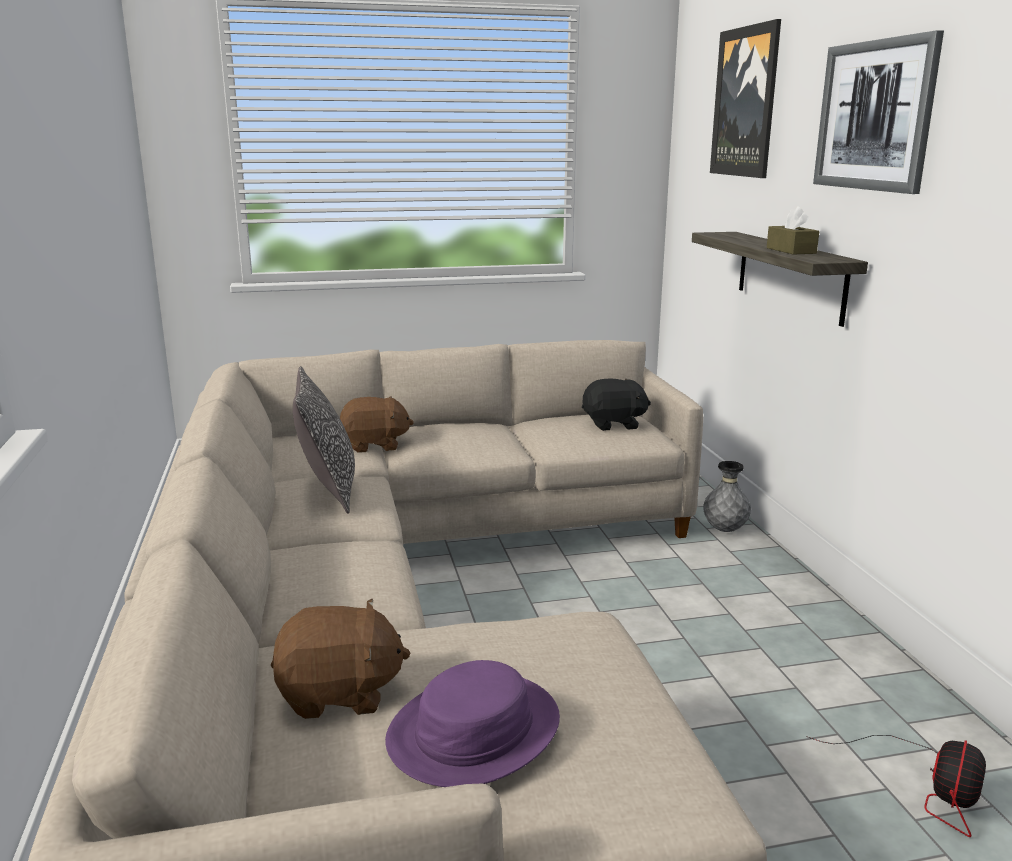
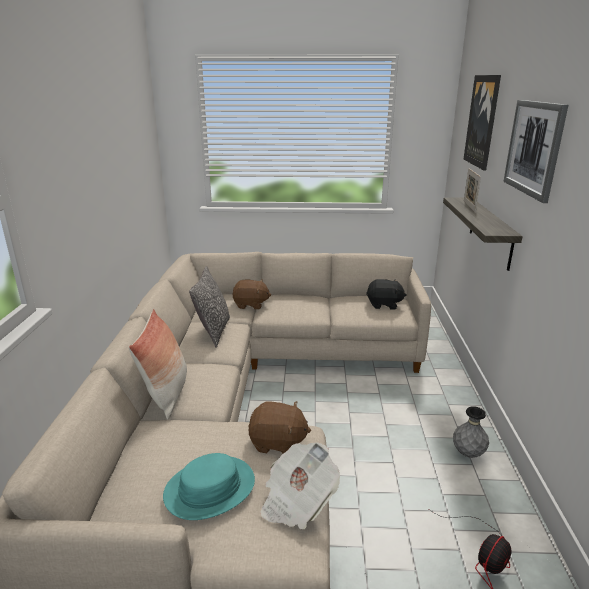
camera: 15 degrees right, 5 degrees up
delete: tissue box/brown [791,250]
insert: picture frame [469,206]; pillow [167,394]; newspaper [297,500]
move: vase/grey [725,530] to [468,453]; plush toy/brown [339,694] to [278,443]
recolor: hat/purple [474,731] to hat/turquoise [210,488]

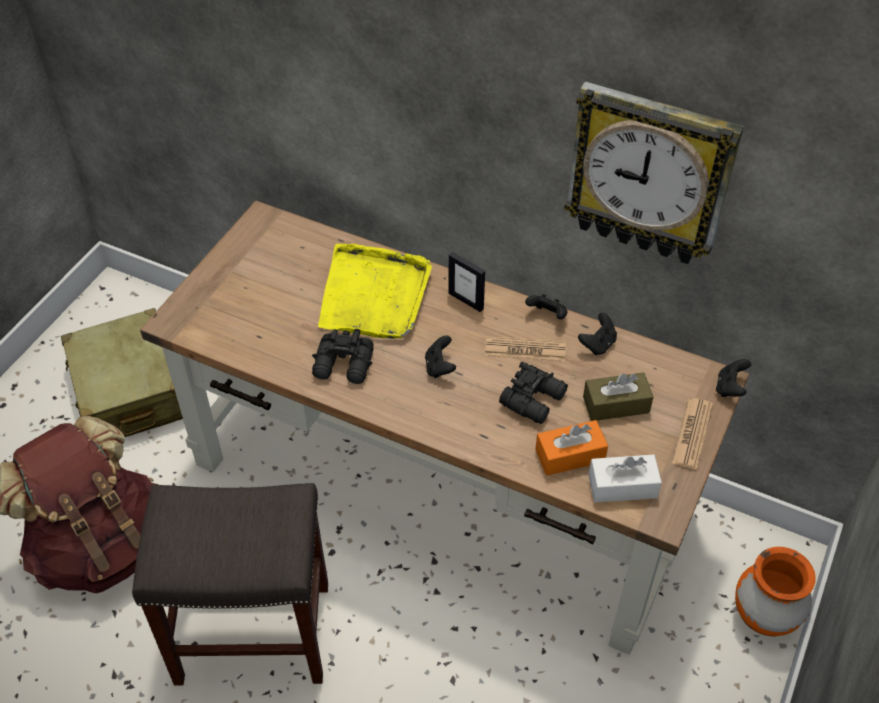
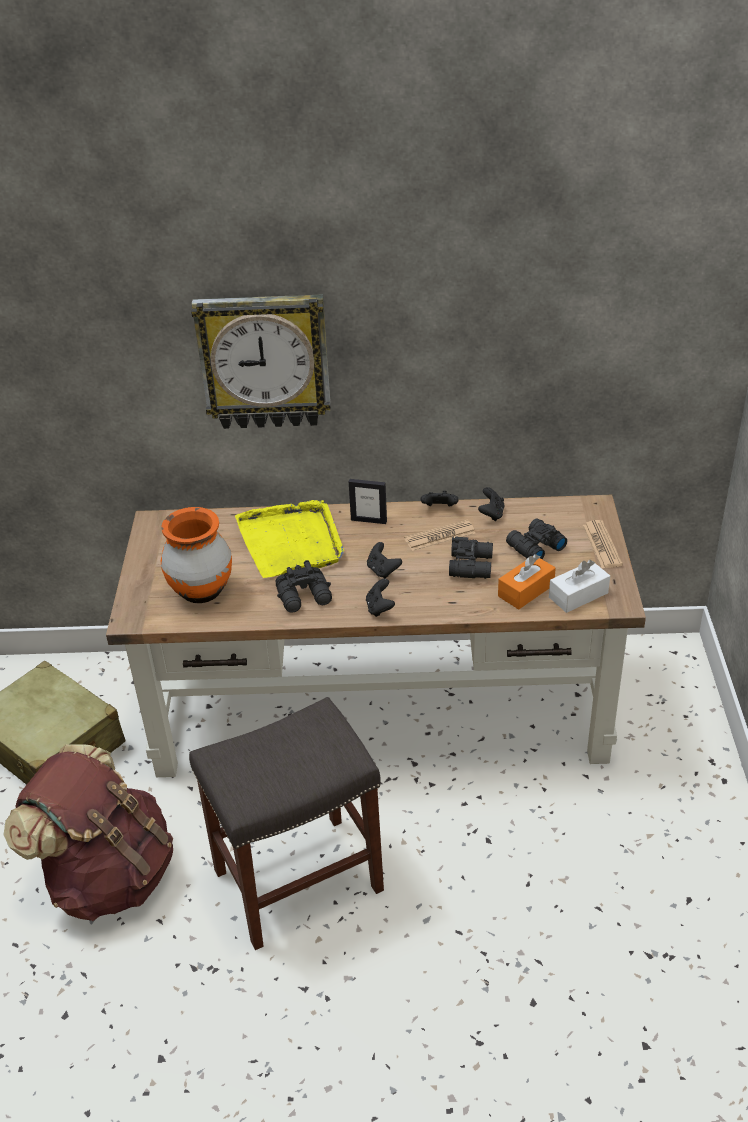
camera: 25 degrees left, 10 degrees down
move: wall clock [649,174] to [264,361]; game controller/black [730,388] to [379,608]; vase/orange [763,616] to [201,591]
replace: tissue box/brown [616,405] to binoculars/black [534,547]

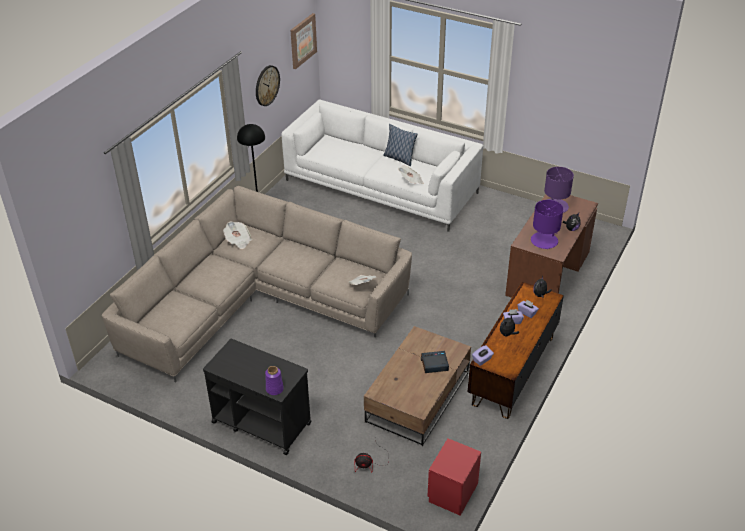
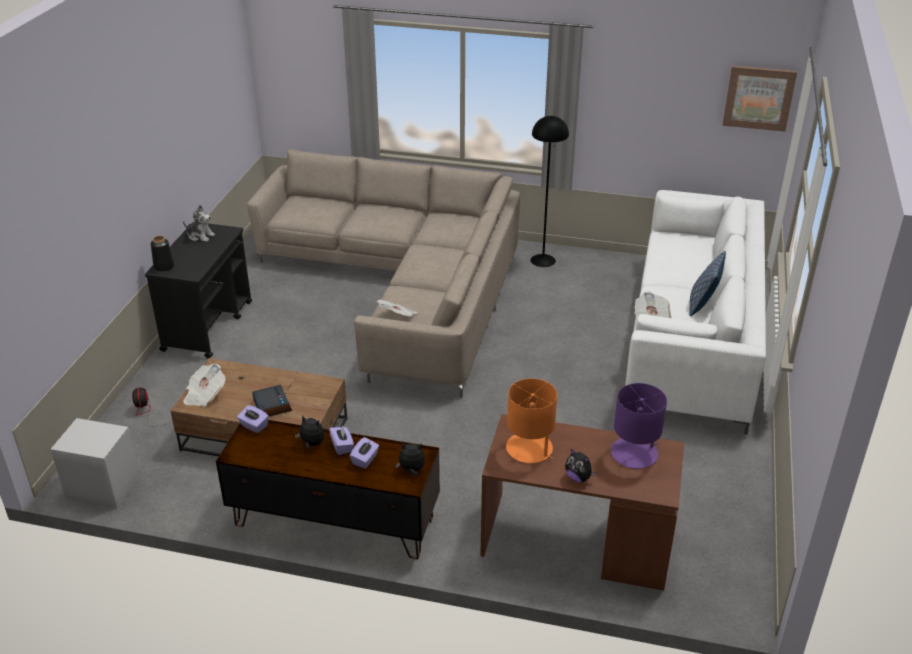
camera: 75 degrees right, 5 degrees down
delete: wall clock [267,85]
insert: plush toy [200,236]
move: newspaper [238,241] to [204,395]
recolor: table lamp/purple [544,241] to table lamp/orange [530,449]; vase/purple [274,389] to vase/black [164,266]; nightstand/red [453,492] to nightstand/grey [103,487]

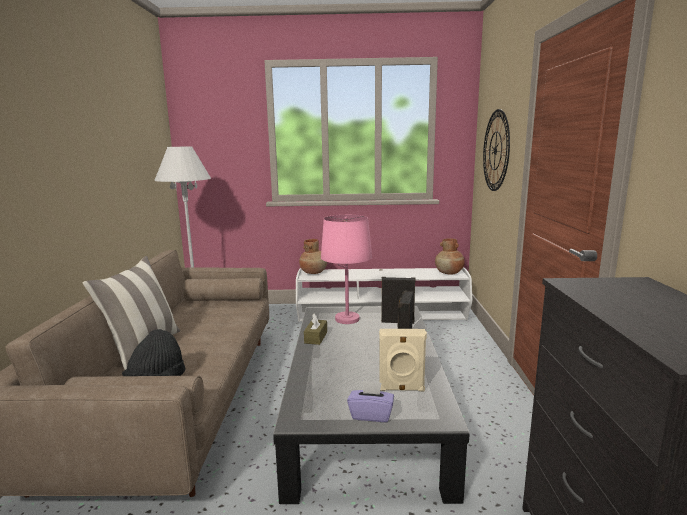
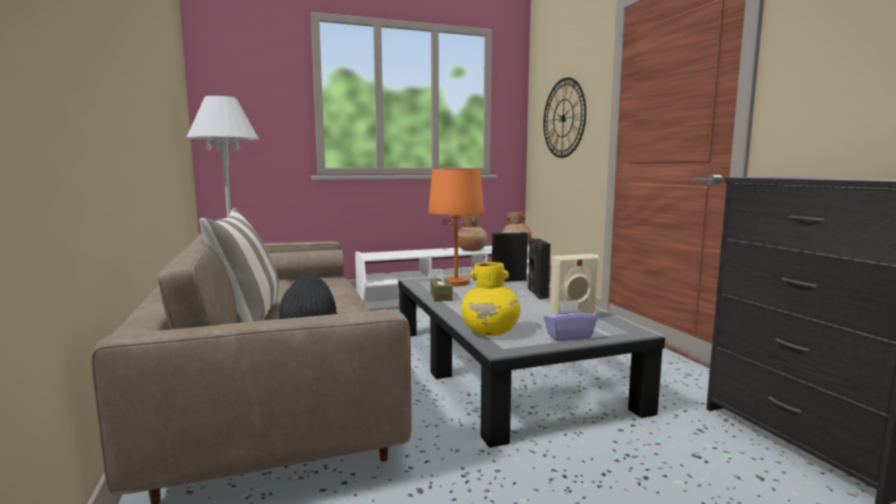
camera: 20 degrees left, 5 degrees down
insert: vase/yellow [490,332]
move: vase/brown [313,272] to [471,250]
recolor: table lamp/pink [347,319] to table lamp/orange [456,283]

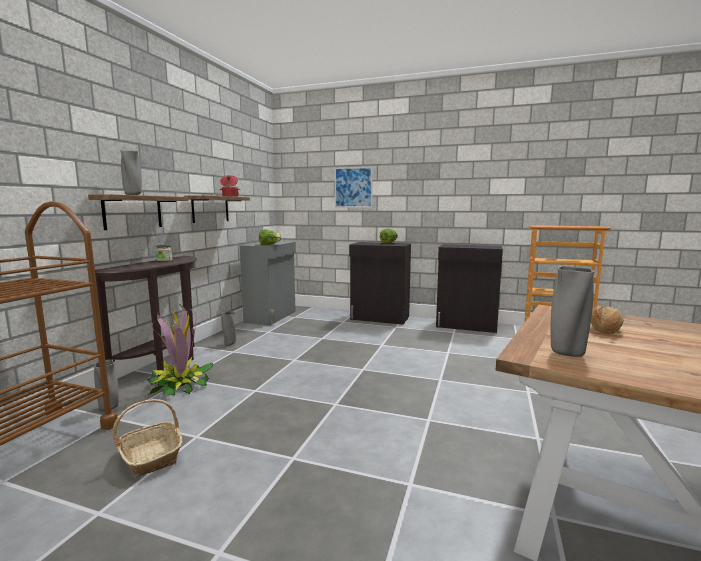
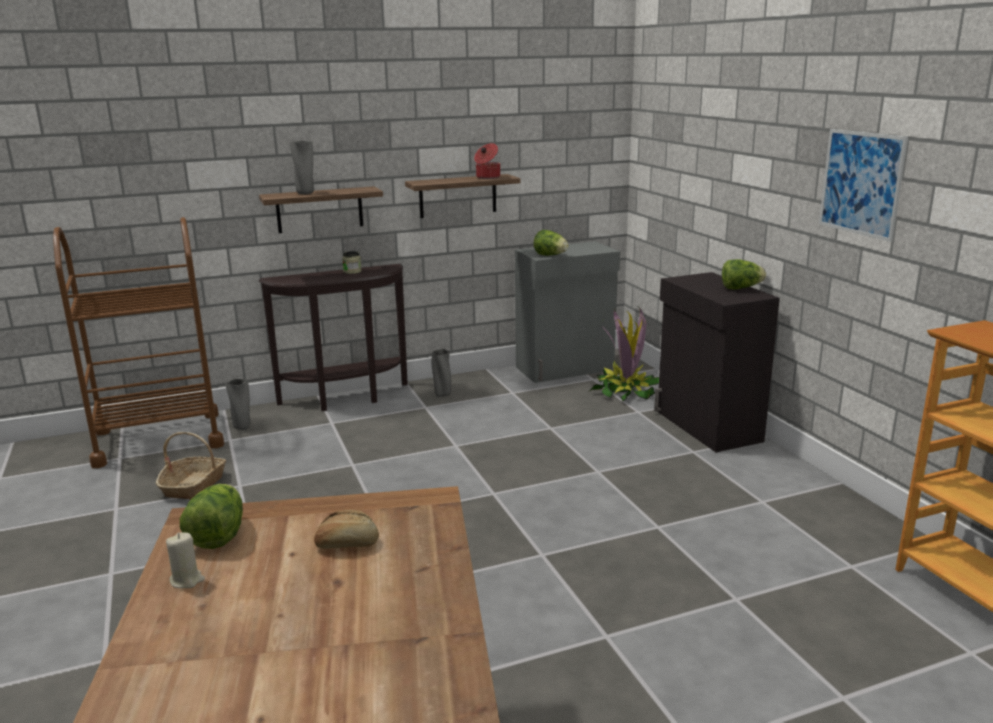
camera: 50 degrees right, 10 degrees up
delete: cabinet/black [466,326]
insert: candle/beige [187,580]
move: picture [353,187] to [861,183]; potted plant [180,385] to [625,391]
replace: vase/grey [566,353] to lettuce [218,535]

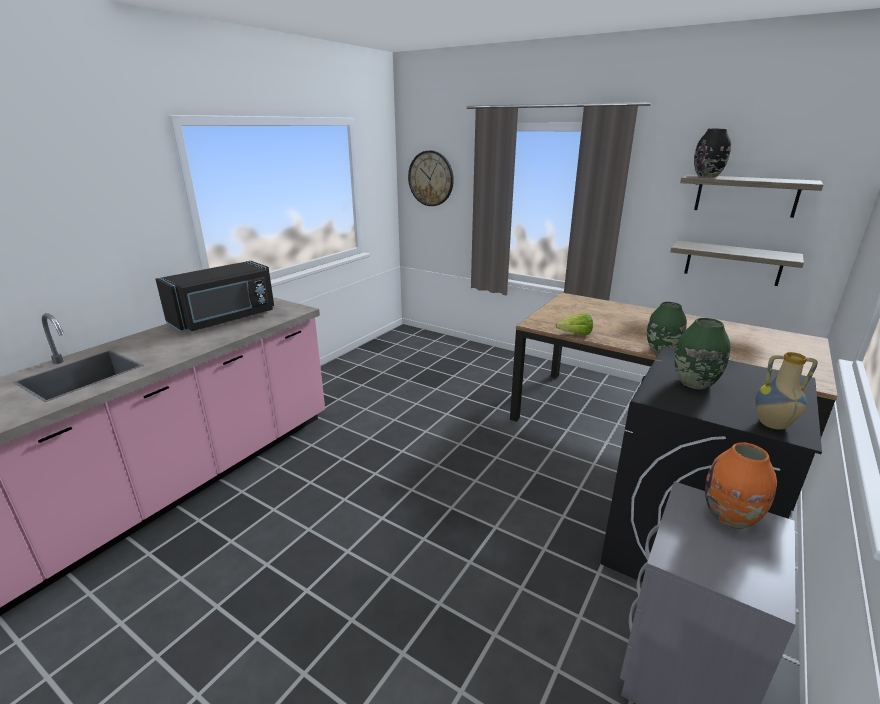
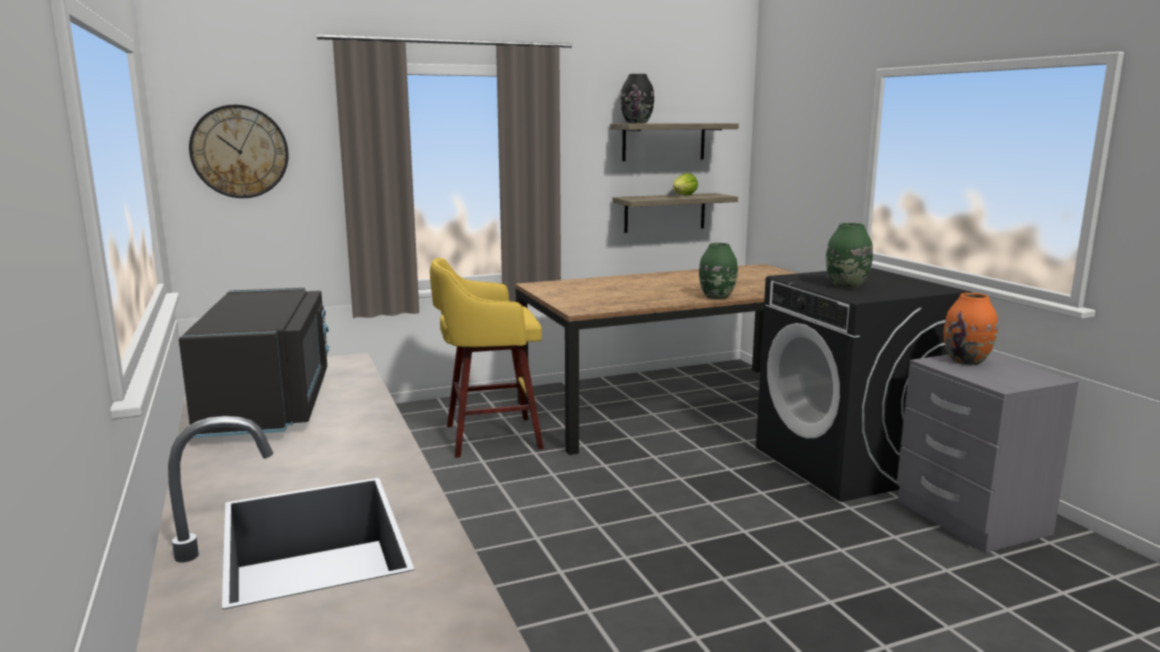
camera: 55 degrees left, 10 degrees down
delete: vase [772,425]
insert: stool/yellow [489,437]
move: lettuce [575,334] to [683,196]

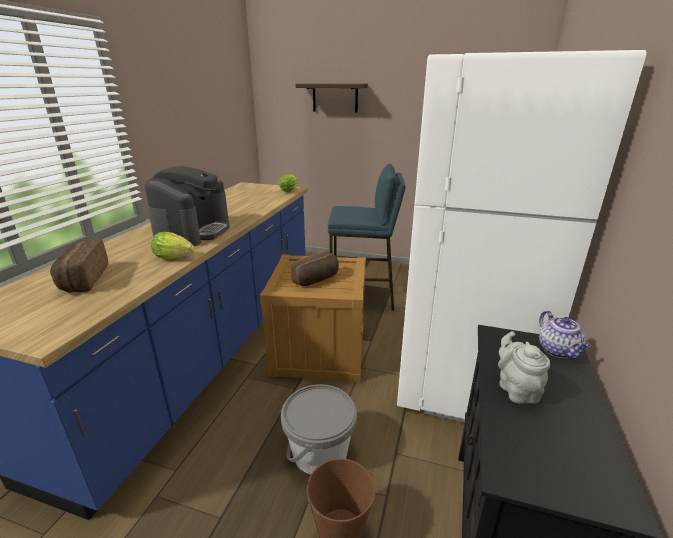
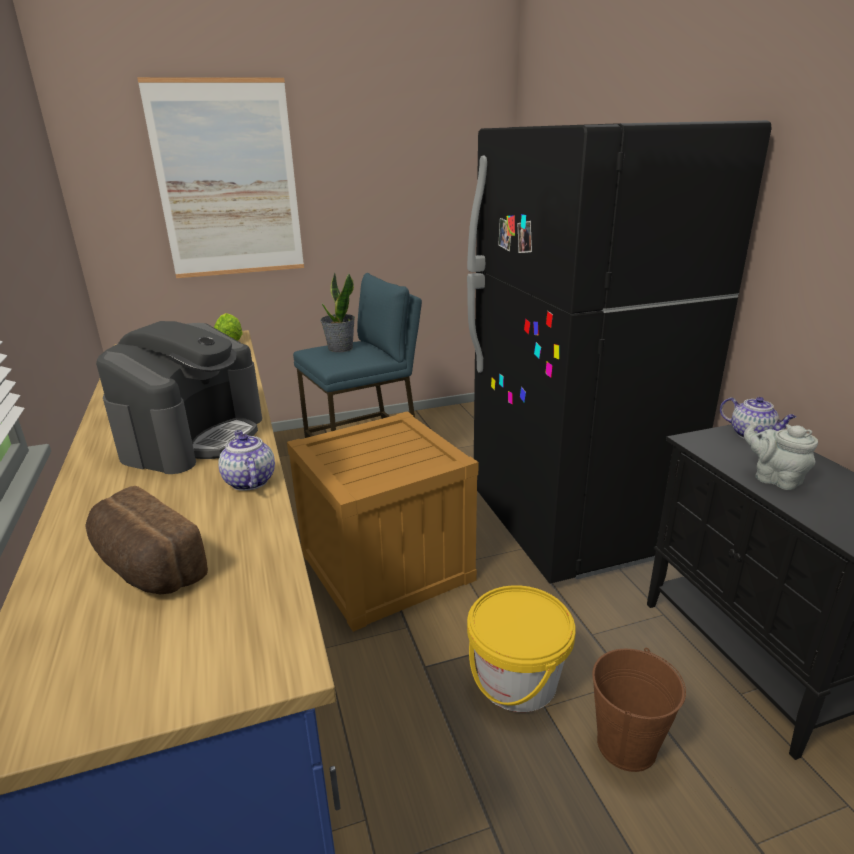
camera: 35 degrees left, 0 degrees up
delete: bread [317,280]
insert: potted plant [340,348]
replace: shelf [335,98] to picture [228,181]; lettuce [176,258] to teapot [249,481]
recolor: fridge/white [462,376] to fridge/black [570,523]; bucket/grey [319,451] to bucket/yellow [517,680]
rotate: coffee machine [193,231] = [194,437] 45 degrees clockwise

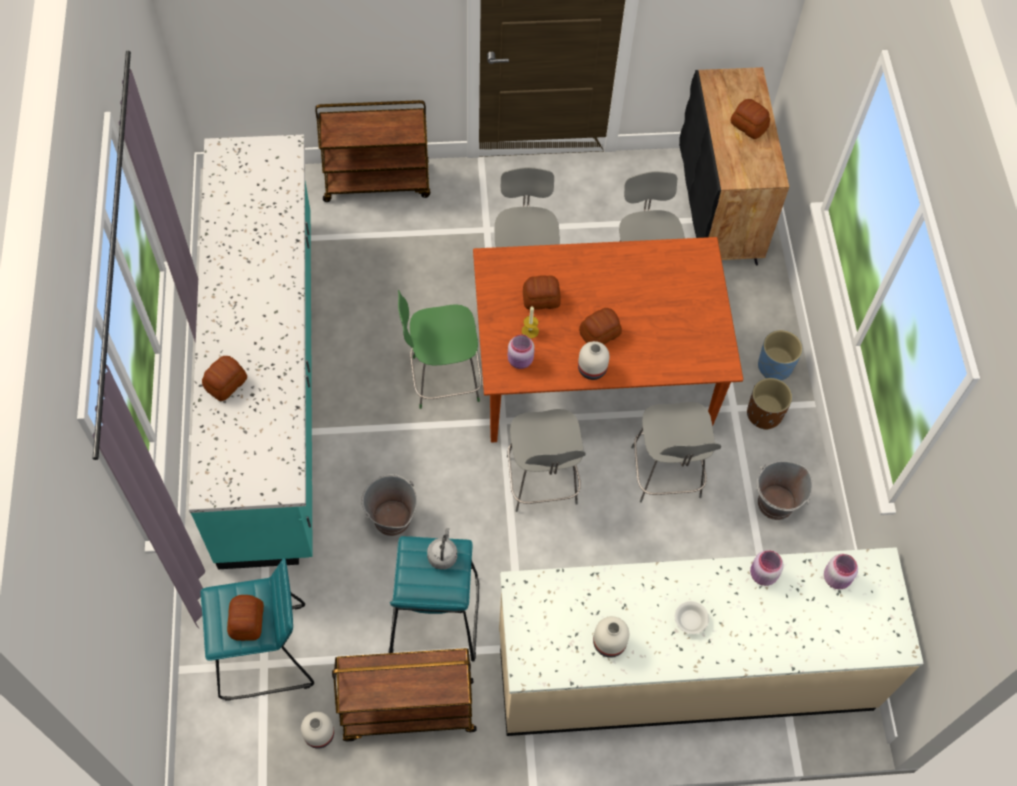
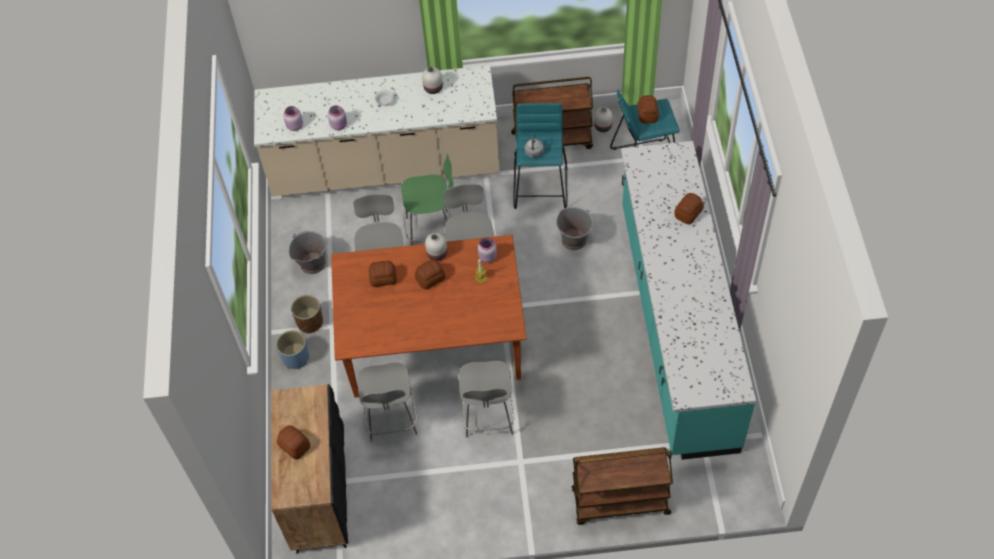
camera: 175 degrees left, 5 degrees down
move: bread [540,298] to [383,278]; chair/green [442,379] to [432,231]

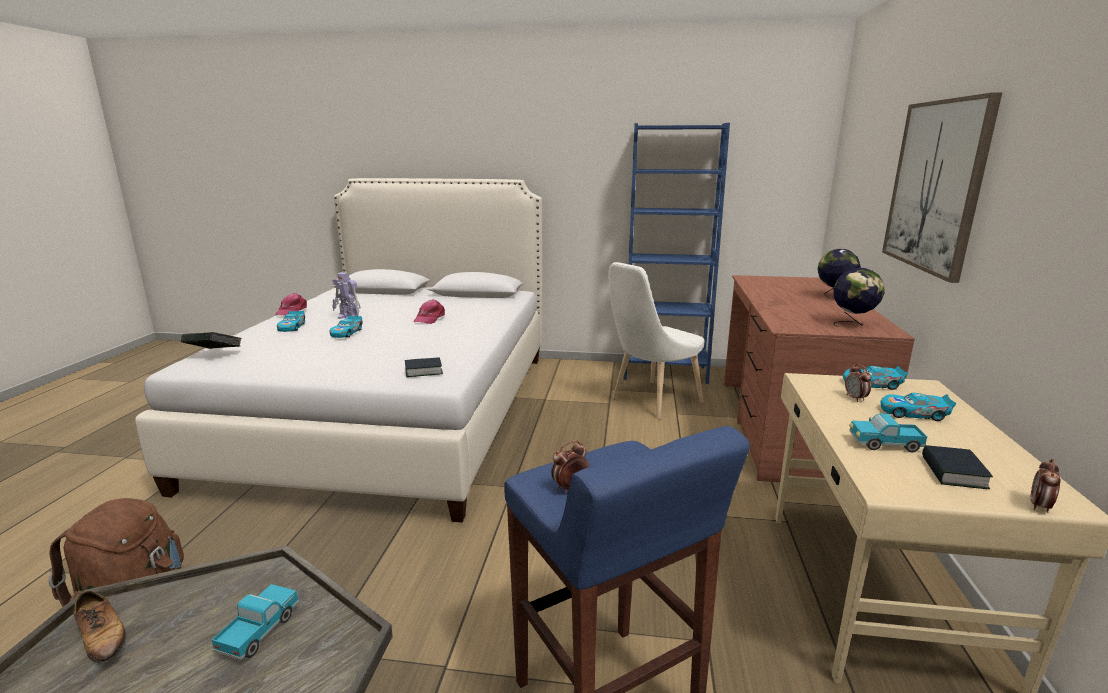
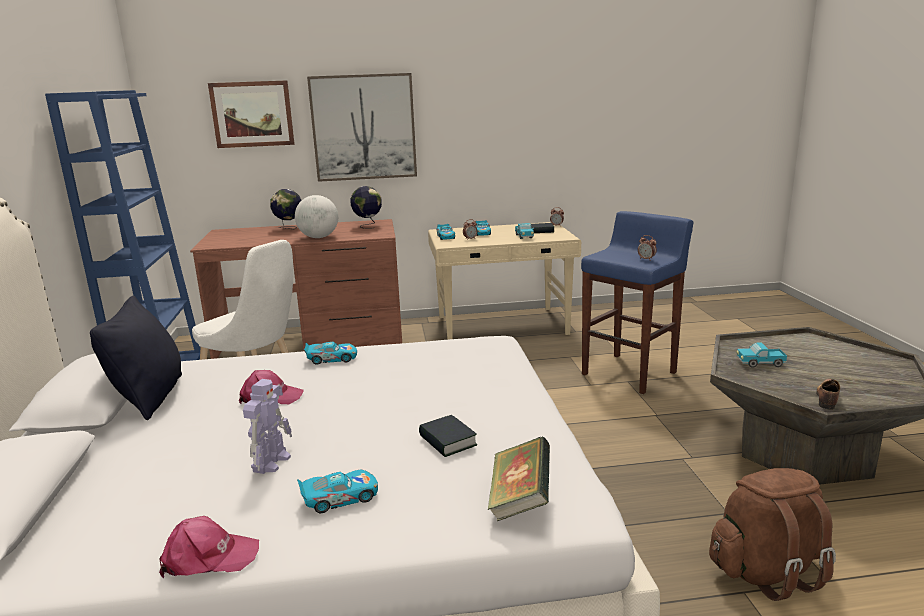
camera: 105 degrees left, 0 degrees up
insert: picture [252,114]; globe [318,237]; pillow/black [151,397]
move: toy car [346,333] to [332,359]; book [423,371] to [447,441]

